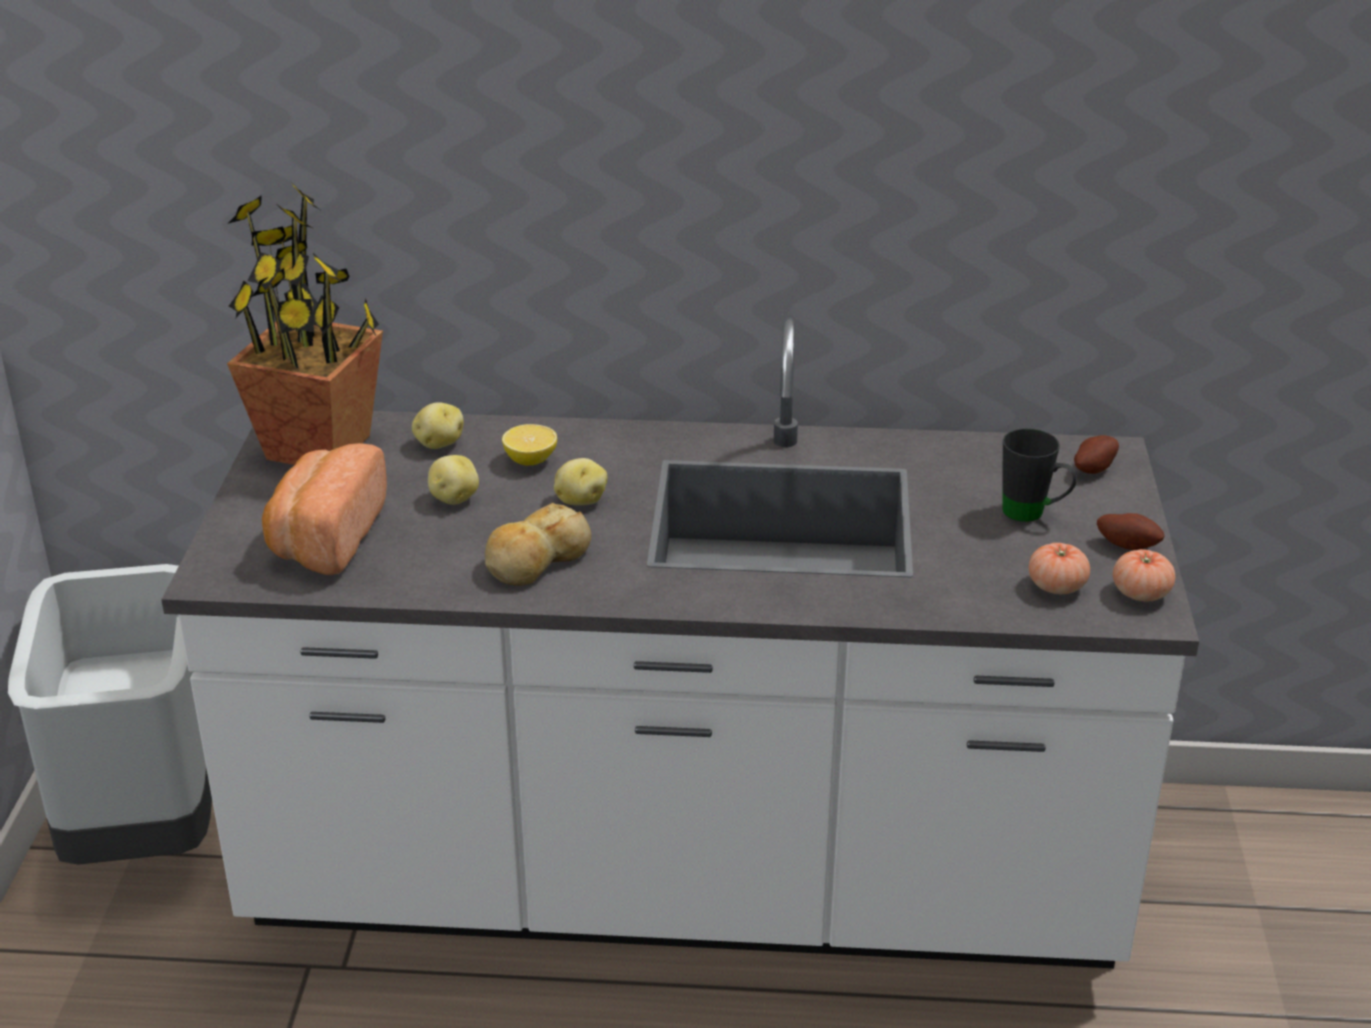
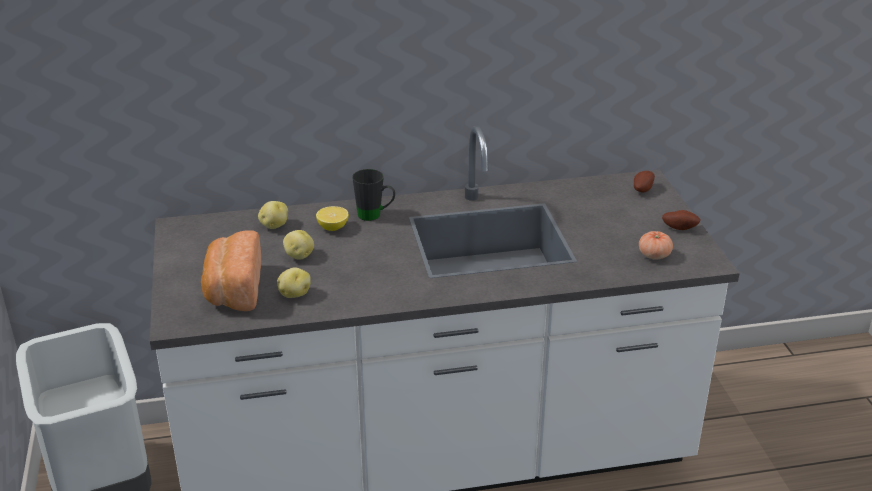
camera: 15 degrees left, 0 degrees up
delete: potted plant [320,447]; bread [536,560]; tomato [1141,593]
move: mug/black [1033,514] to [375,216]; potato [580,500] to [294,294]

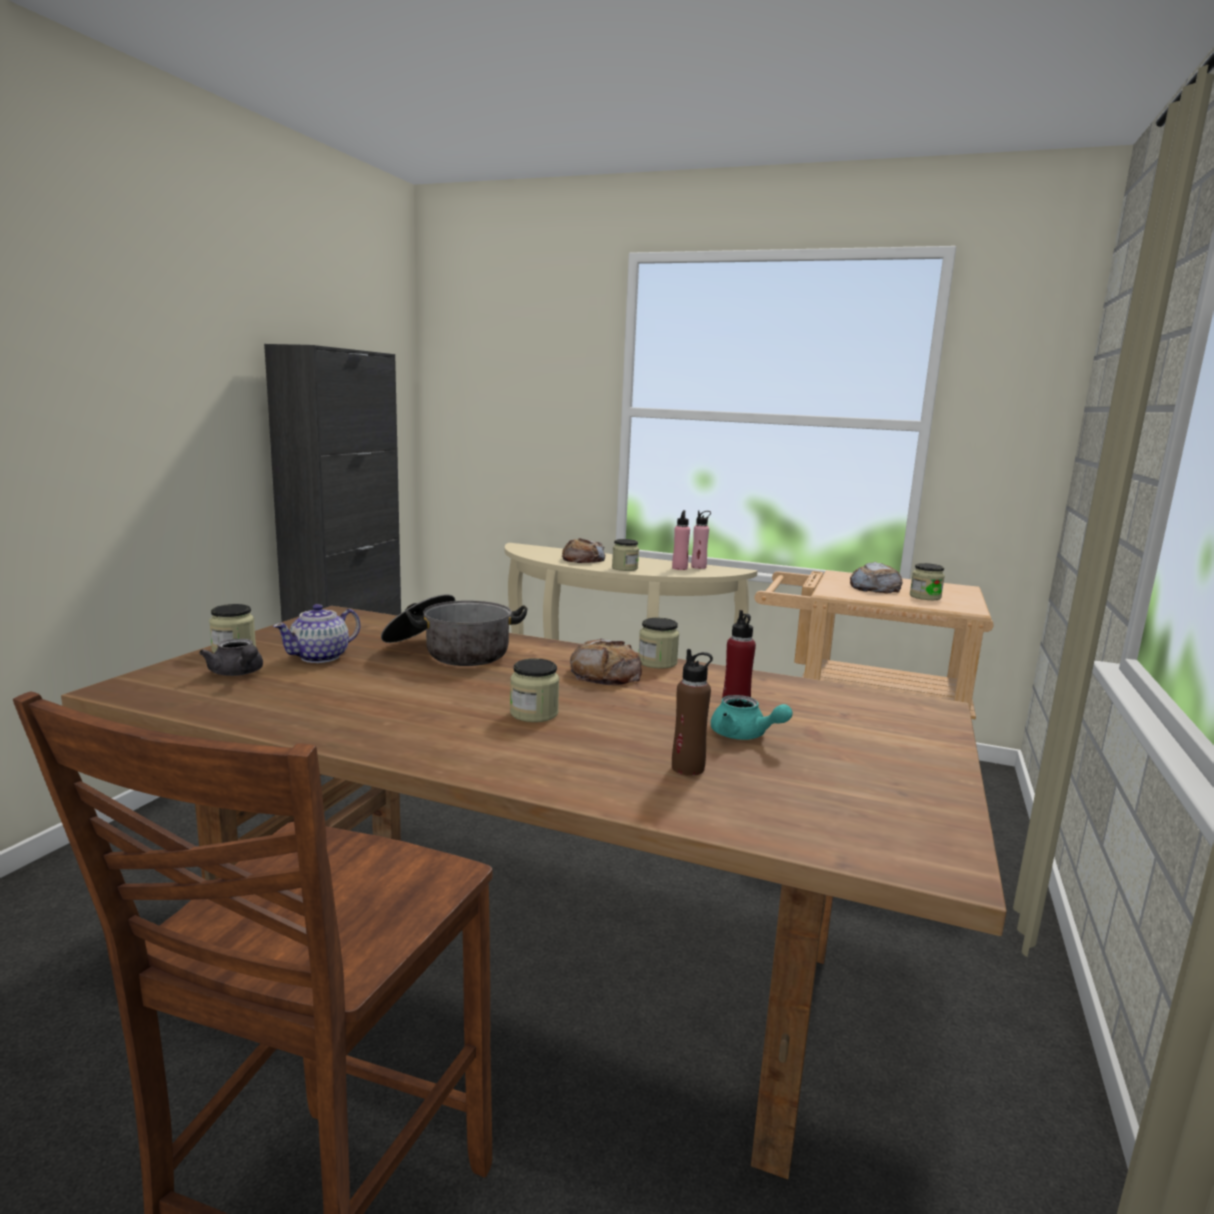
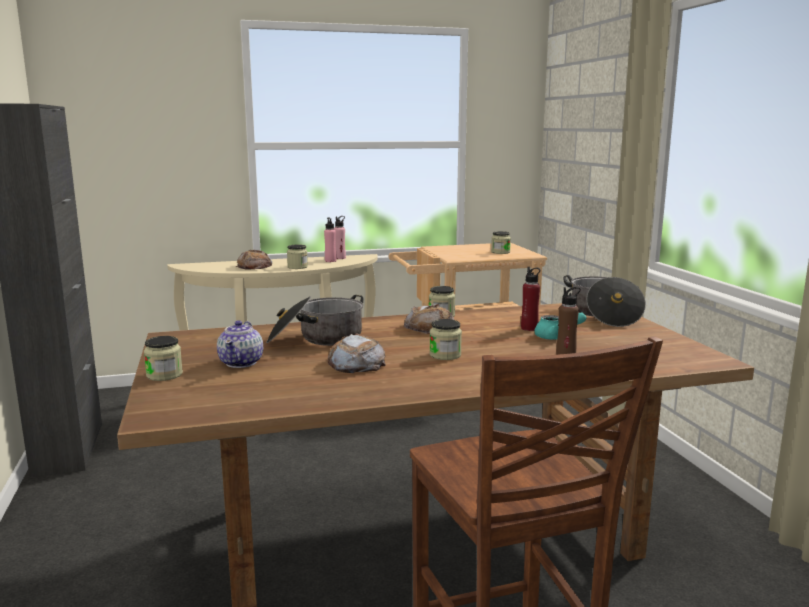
camera: 35 degrees left, 0 degrees up
delete: teapot/grey [238,673]
insert: cooking pot [603,314]
move: bread [874,588] to [356,363]

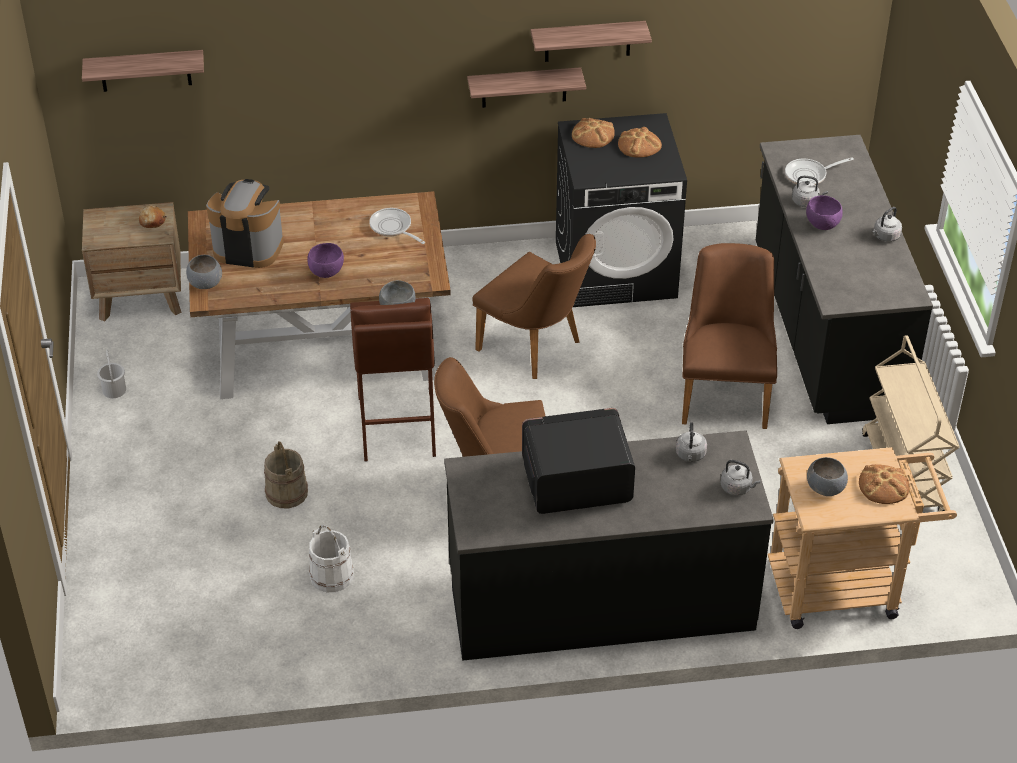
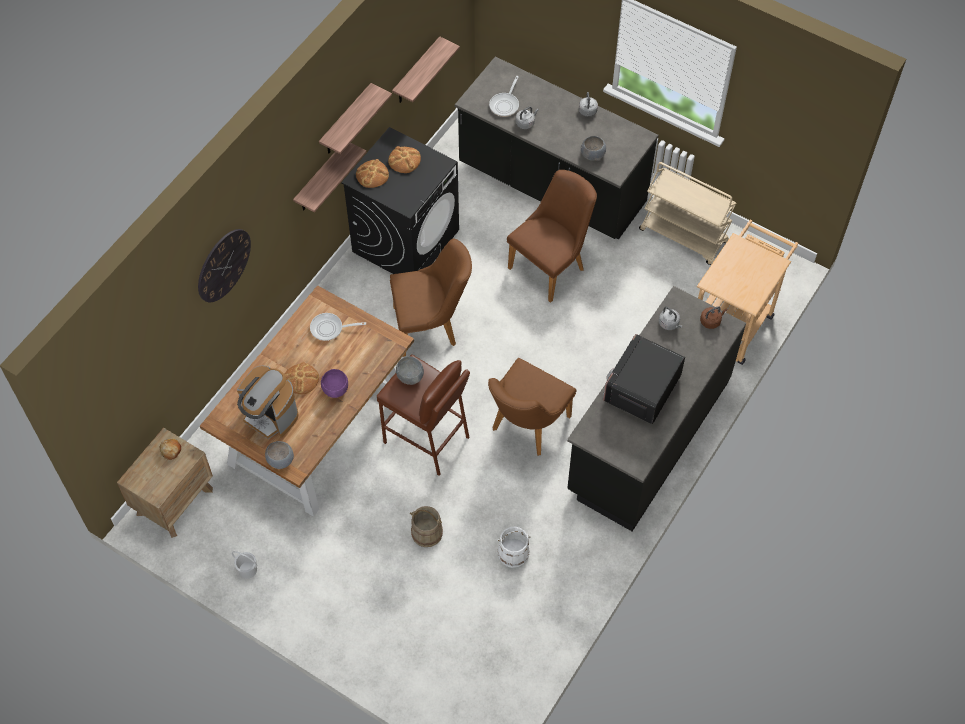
camera: 50 degrees left, 15 degrees up
delete: bowl/purple [822,225]
insert: wall clock [223,265]
move: shelf [145,70] to [416,72]; bowl/grey [826,488] to [593,154]; bread [883,485] to [301,379]
recolor: kettle/grey [737,488] to kettle/brown [711,321]
rotate: coffee machine [248,248] = [270,416] 105 degrees counterclockwise; chair/brown [724,392] = [552,265] 90 degrees clockwise

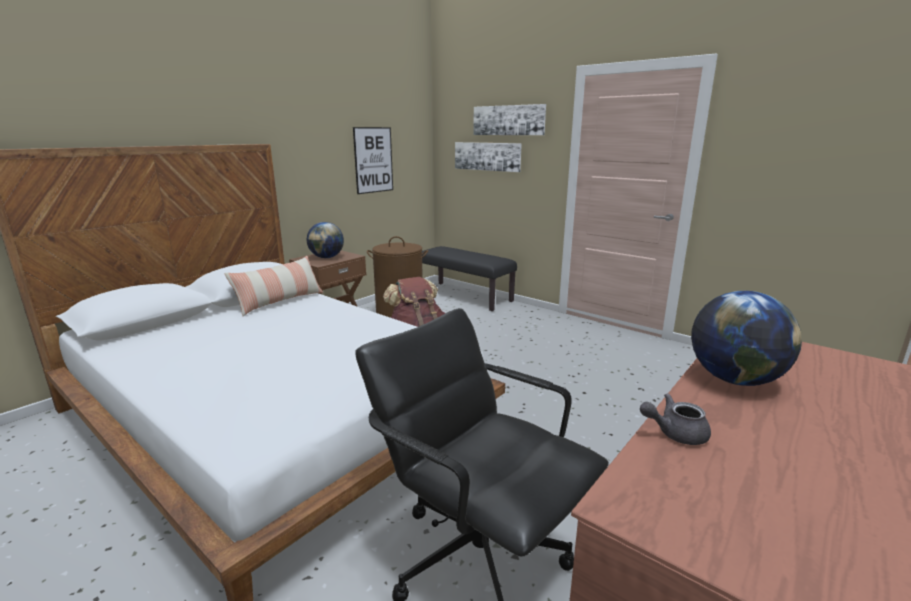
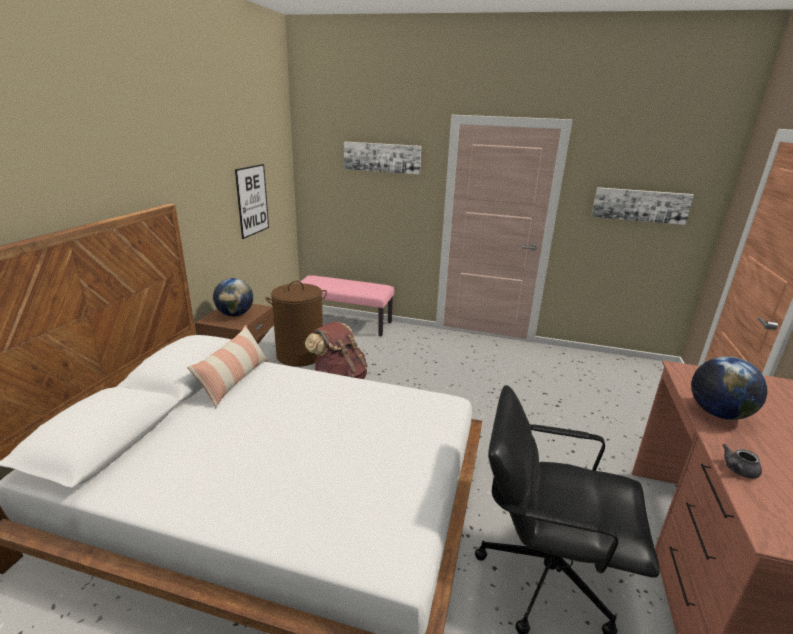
camera: 25 degrees left, 5 degrees up
move: picture [487,156] to [640,205]
recolor: bench/black [465,296] to bench/pink [344,322]

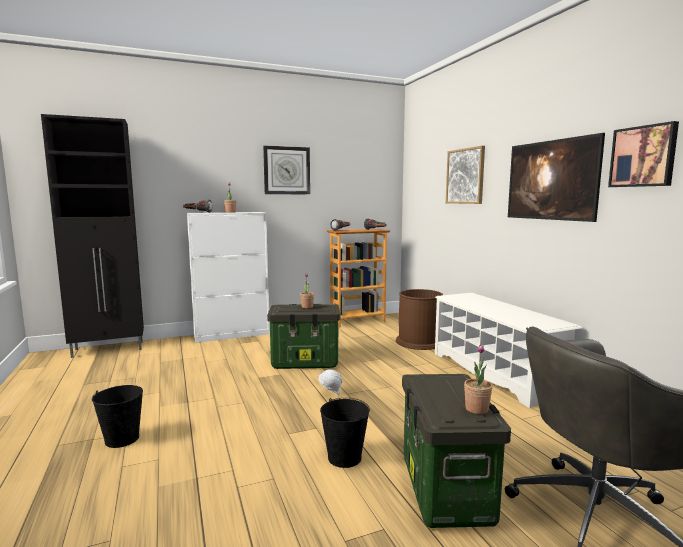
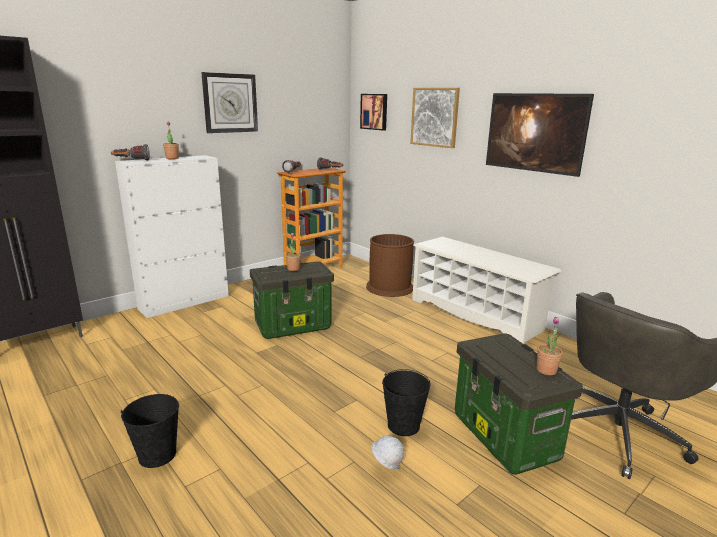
camera: 20 degrees left, 10 degrees up
move: picture [643,156] to [374,111]; hard hat/white [330,393] to [386,467]

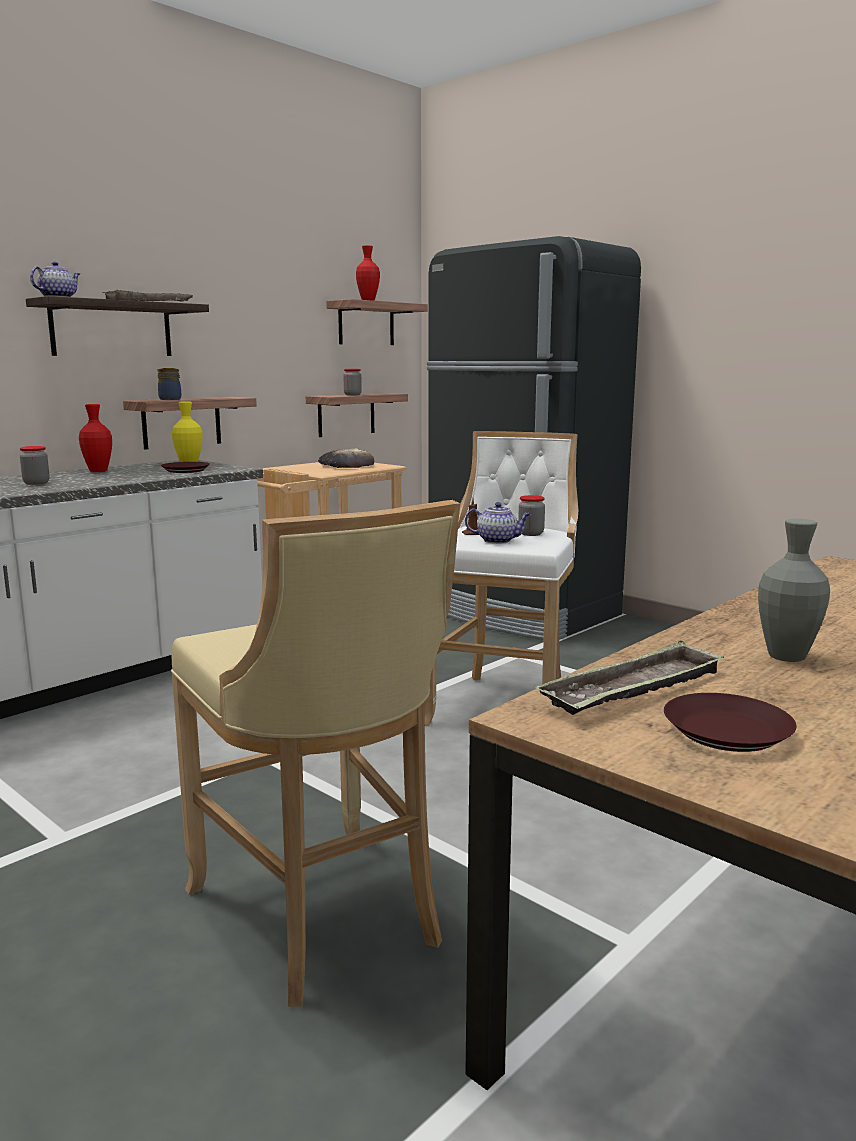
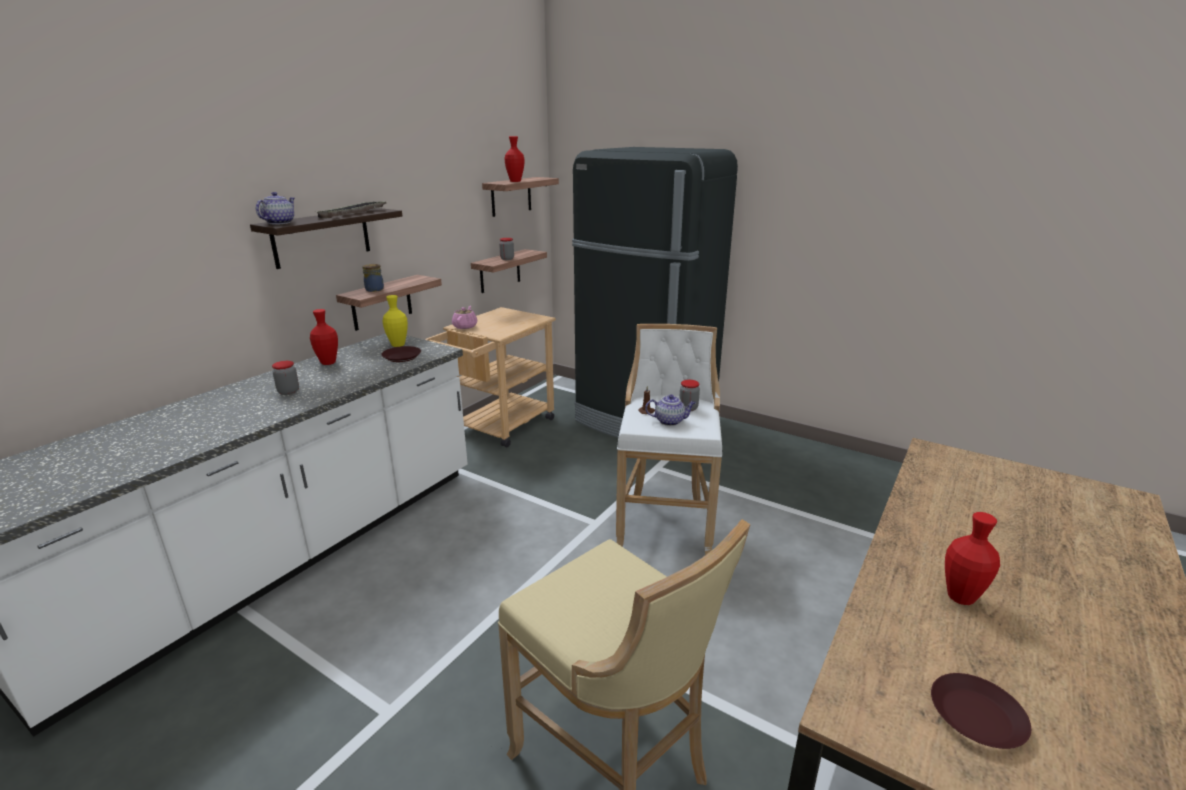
camera: 10 degrees left, 10 degrees up
delete: bread [346,465]; tray [634,690]
insert: teapot/pink [465,326]
recolor: vase/grey [786,657] to vase/red [960,597]

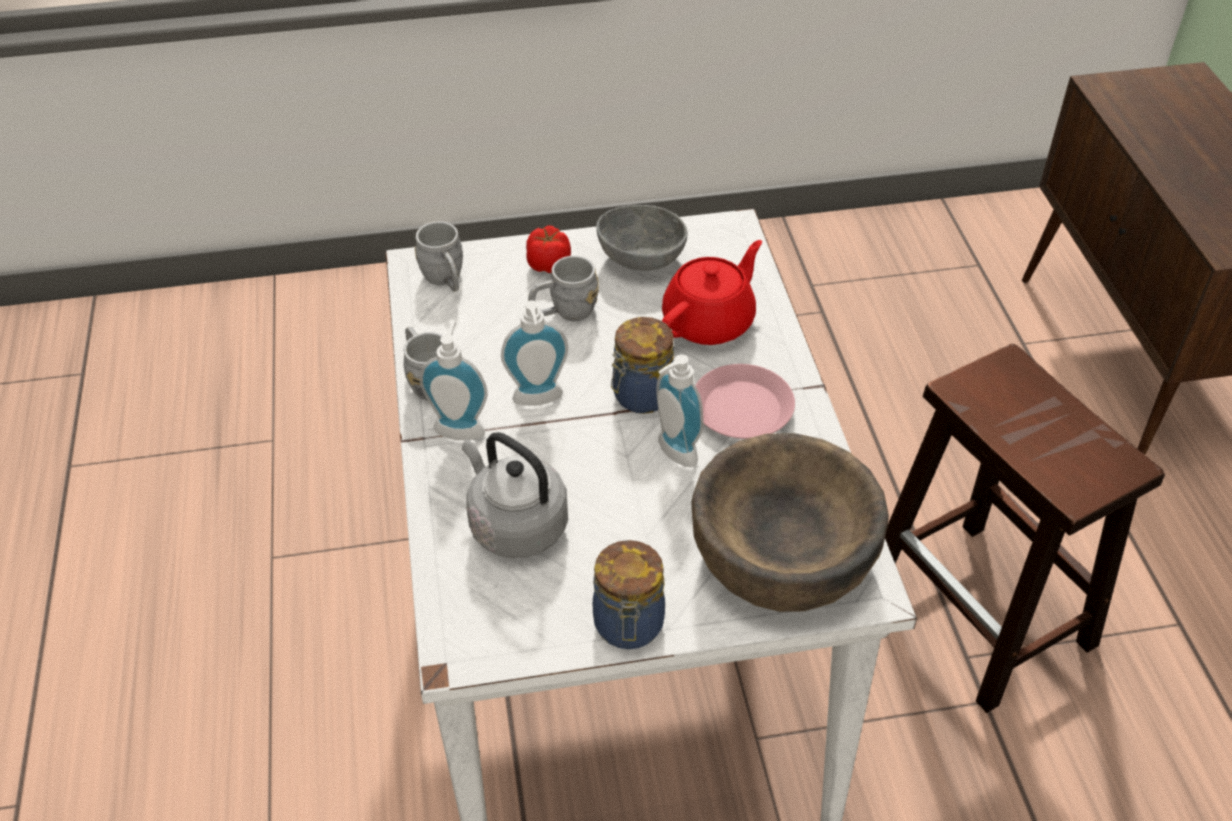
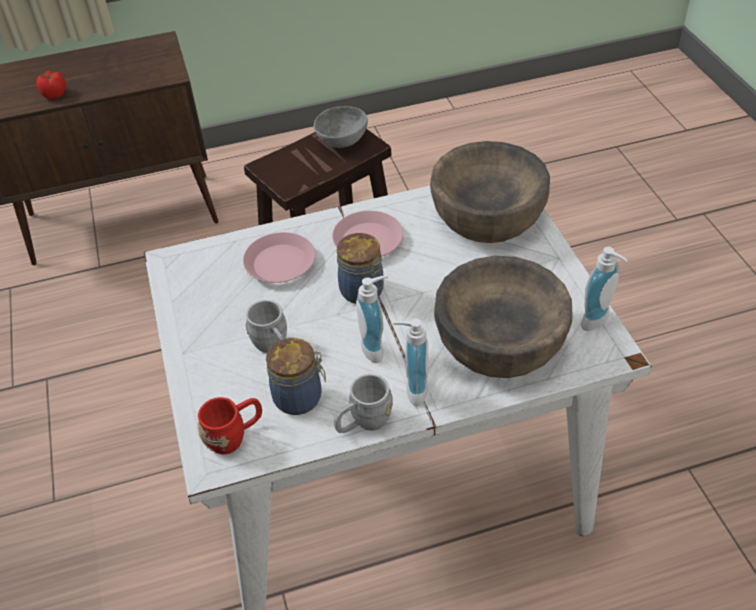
camera: 95 degrees left, 0 degrees up
move: bowl/grey [641,256] to [341,140]; tomato [549,264] to [54,94]; soap dispenser [672,454] to [598,322]; jar [628,627] to [300,397]
replace: teapot/red [710,321] to plate/pink [280,264]; kettle/grey [515,524] to bowl/brown [500,341]
recolor: mug/grey [446,280] to mug/red [235,436]

